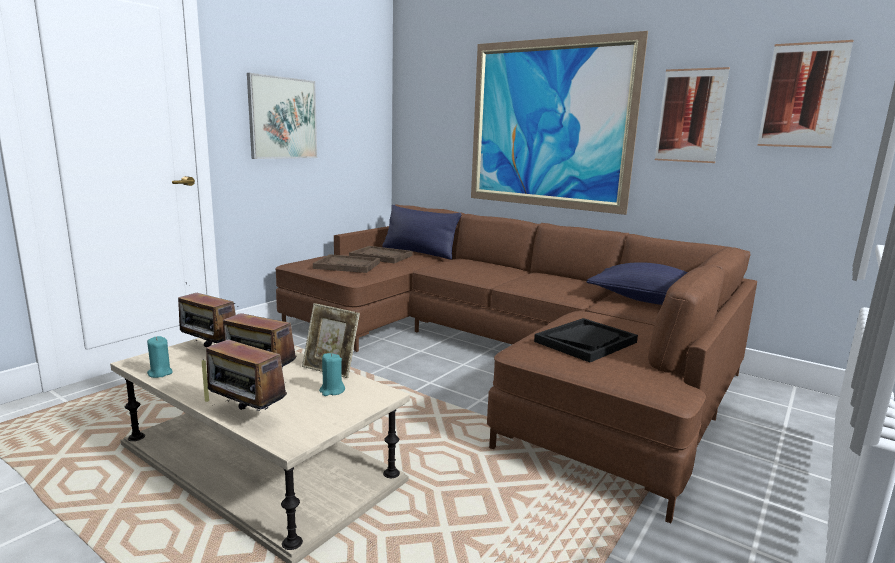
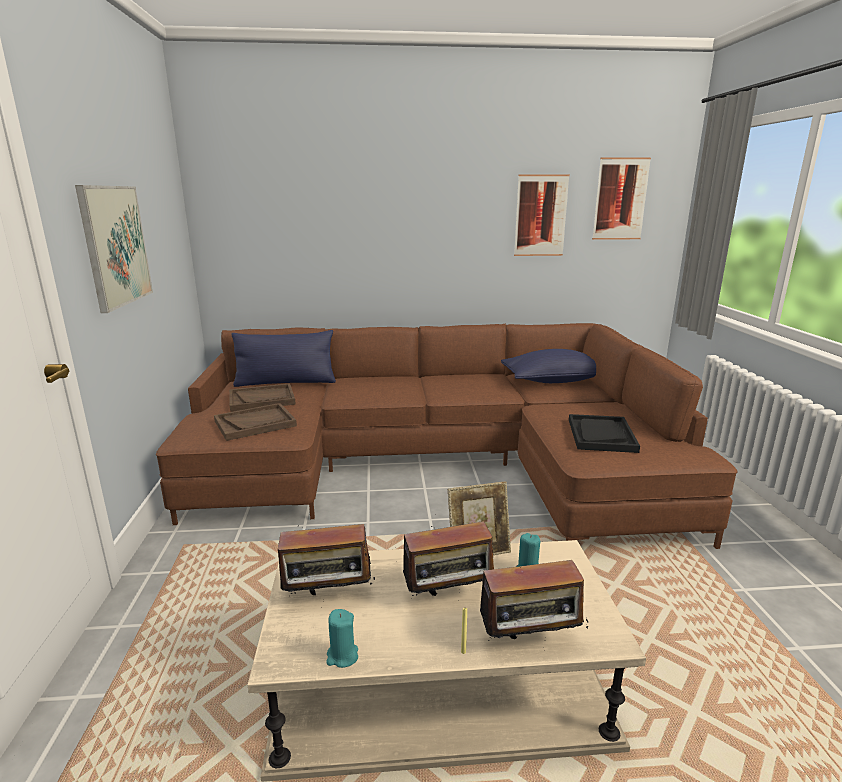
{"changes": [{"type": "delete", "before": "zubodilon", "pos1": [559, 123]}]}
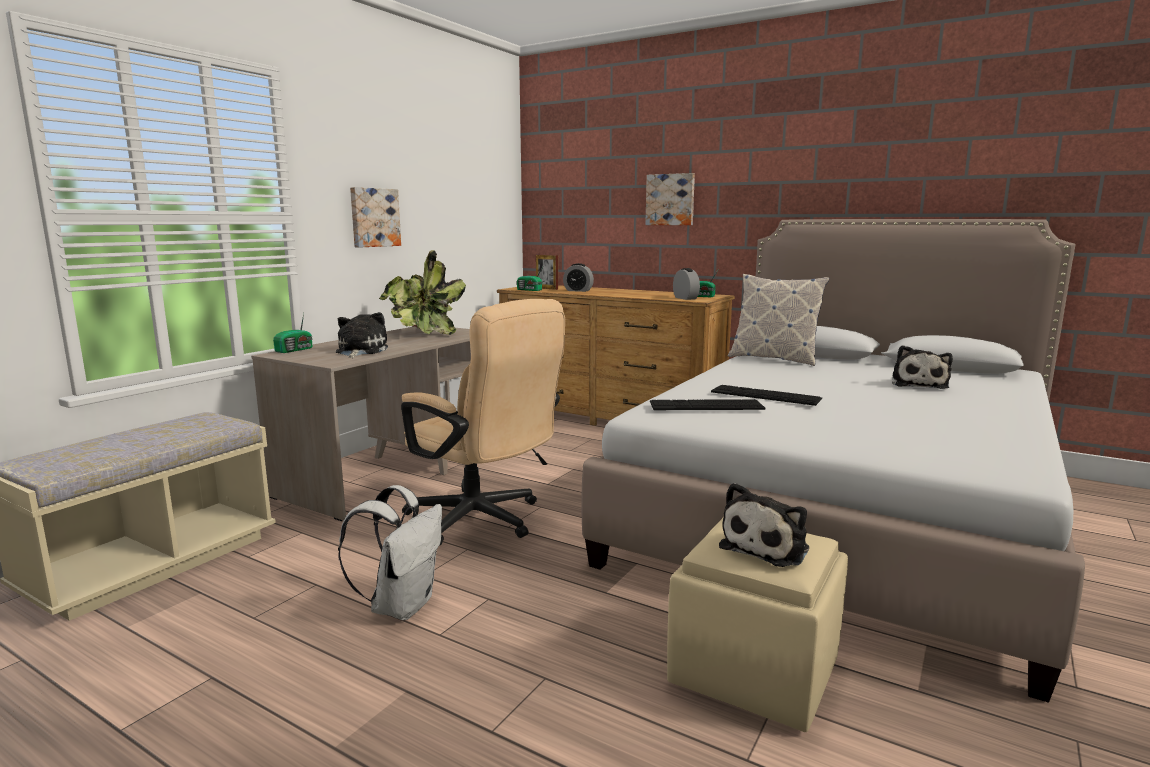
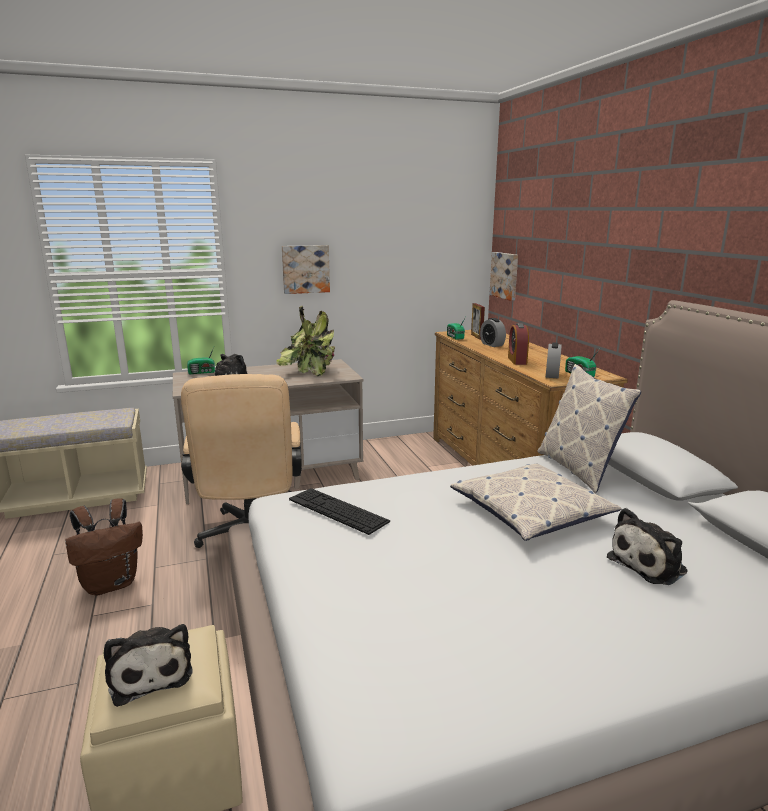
{"changes": [{"type": "recolor", "before": "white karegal", "after": "brown karegal", "pos1": [390, 552], "pos2": [104, 547]}, {"type": "rotate", "before": "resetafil", "pos1": [764, 525], "pos2": [148, 665], "turn": -105}, {"type": "insert", "after": "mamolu", "pos2": [536, 502]}, {"type": "move", "before": "zubodilon", "pos1": [670, 199], "pos2": [504, 276]}, {"type": "insert", "after": "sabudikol", "pos2": [518, 344]}, {"type": "delete", "before": "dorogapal", "pos1": [766, 395]}]}
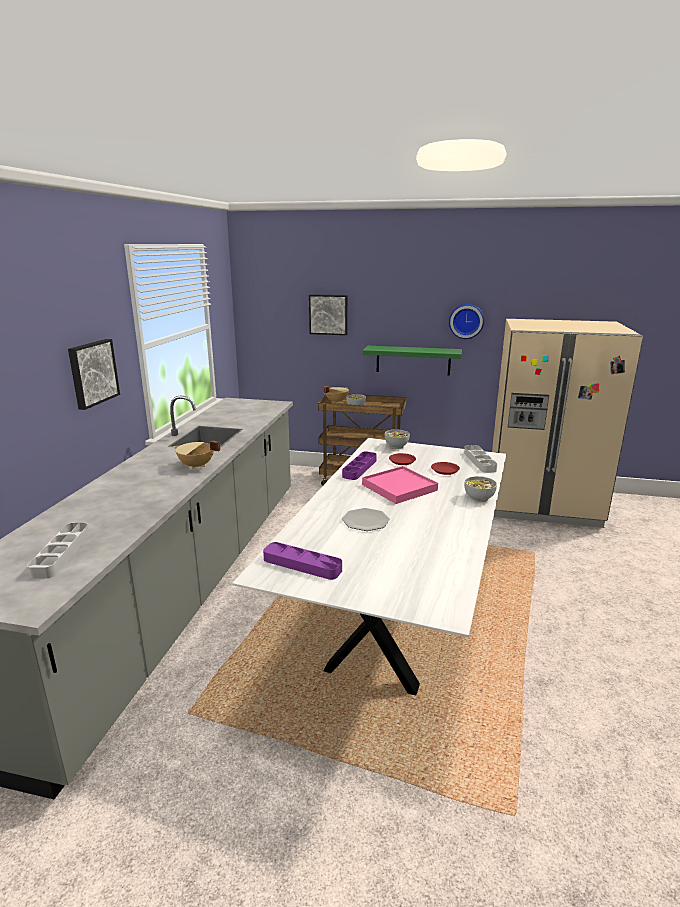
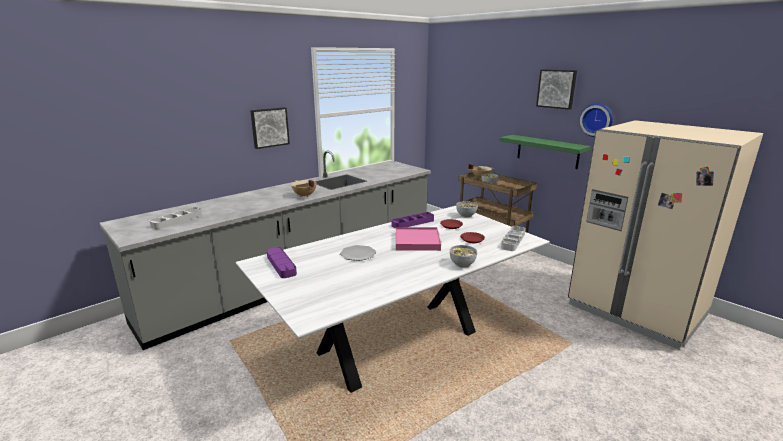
{"changes": [{"type": "move", "before": "zubodilon", "pos1": [328, 314], "pos2": [556, 89]}]}
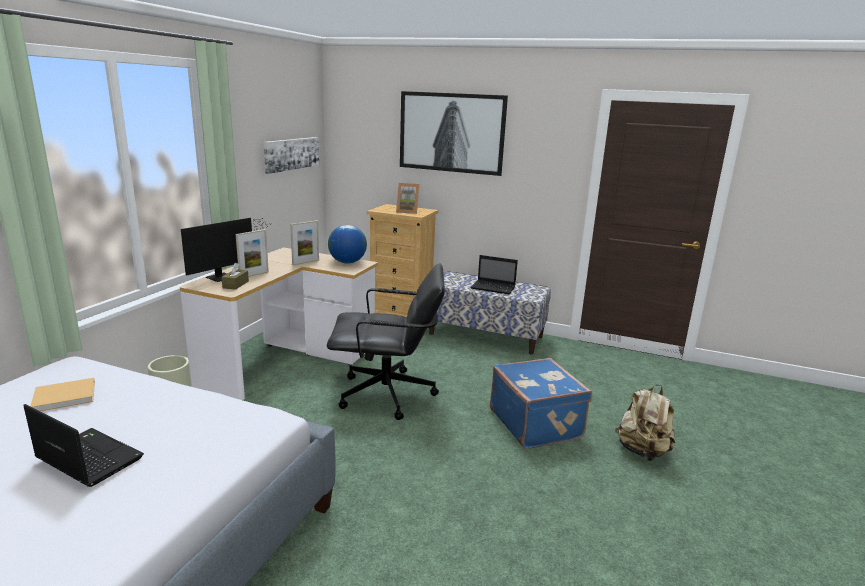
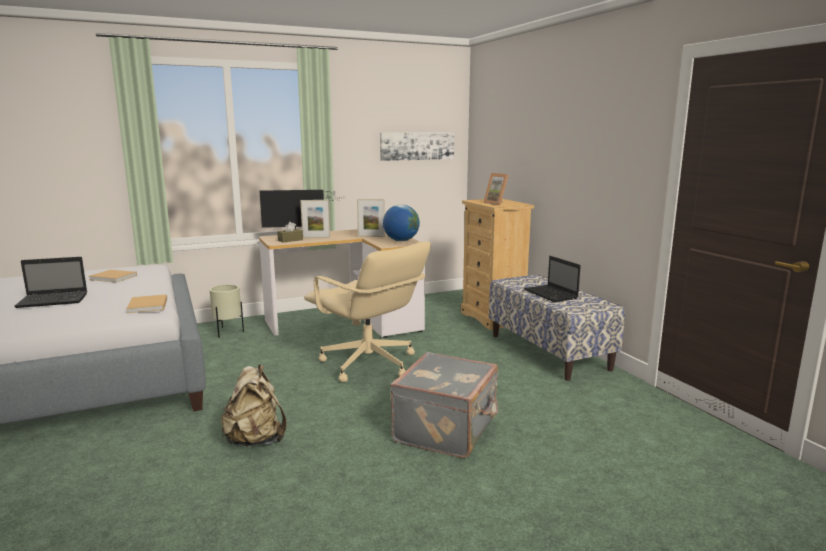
{"changes": [{"type": "rotate", "before": "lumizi", "pos1": [83, 445], "pos2": [51, 282], "turn": 90}, {"type": "insert", "after": "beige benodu", "pos2": [146, 303]}, {"type": "move", "before": "beige karegal", "pos1": [645, 422], "pos2": [253, 405]}, {"type": "recolor", "before": "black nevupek", "after": "beige nevupek", "pos1": [386, 341], "pos2": [367, 312]}, {"type": "recolor", "before": "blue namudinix", "after": "grey namudinix", "pos1": [541, 403], "pos2": [444, 405]}, {"type": "delete", "before": "zubodilon", "pos1": [454, 133]}]}
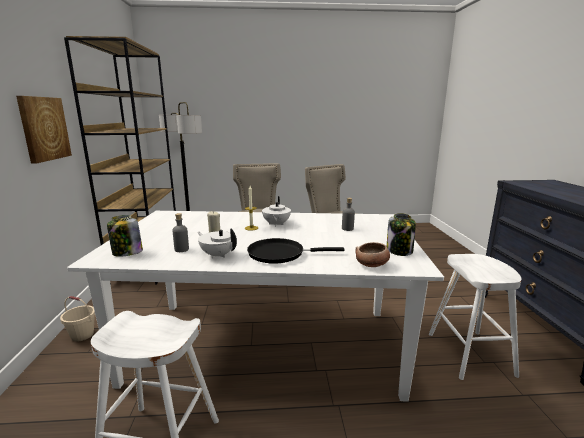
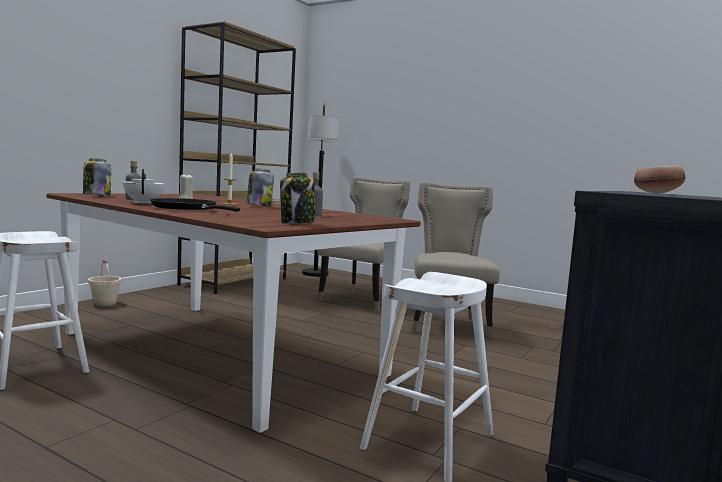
{"changes": [{"type": "recolor", "before": "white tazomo", "after": "brown tazomo", "pos1": [255, 306], "pos2": [234, 313]}, {"type": "replace", "before": "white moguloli", "after": "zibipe", "pos1": [276, 211], "pos2": [260, 187]}, {"type": "move", "before": "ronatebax", "pos1": [372, 254], "pos2": [660, 179]}, {"type": "delete", "before": "zubodilon", "pos1": [44, 130]}]}
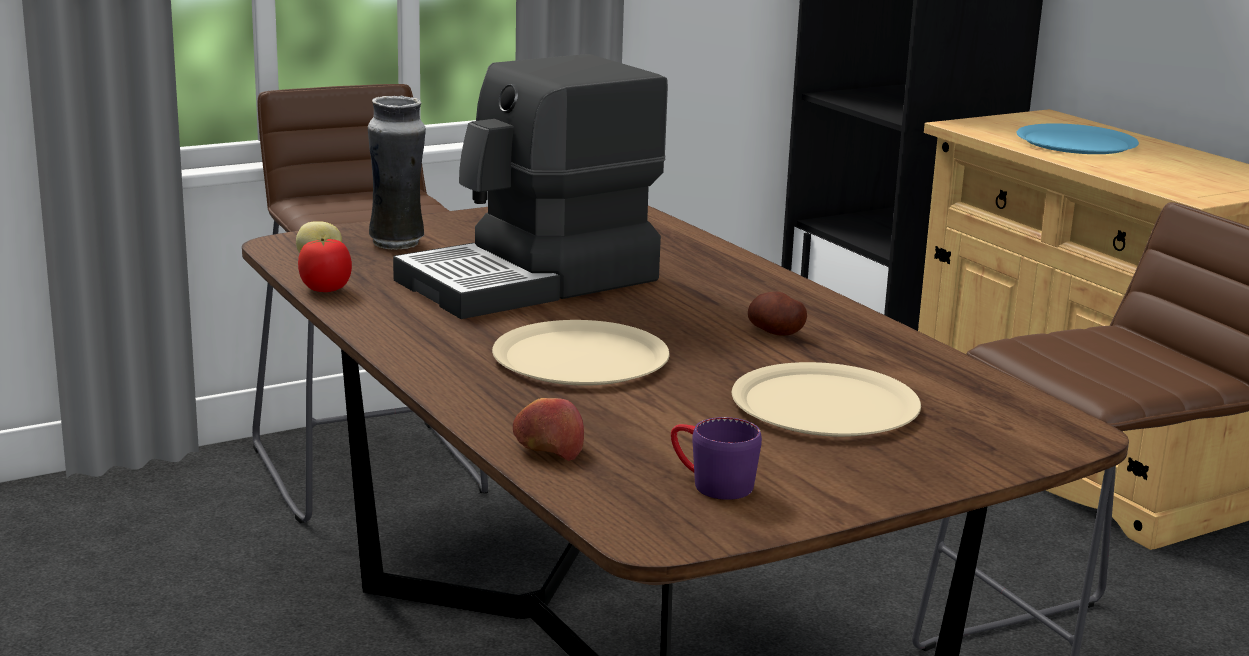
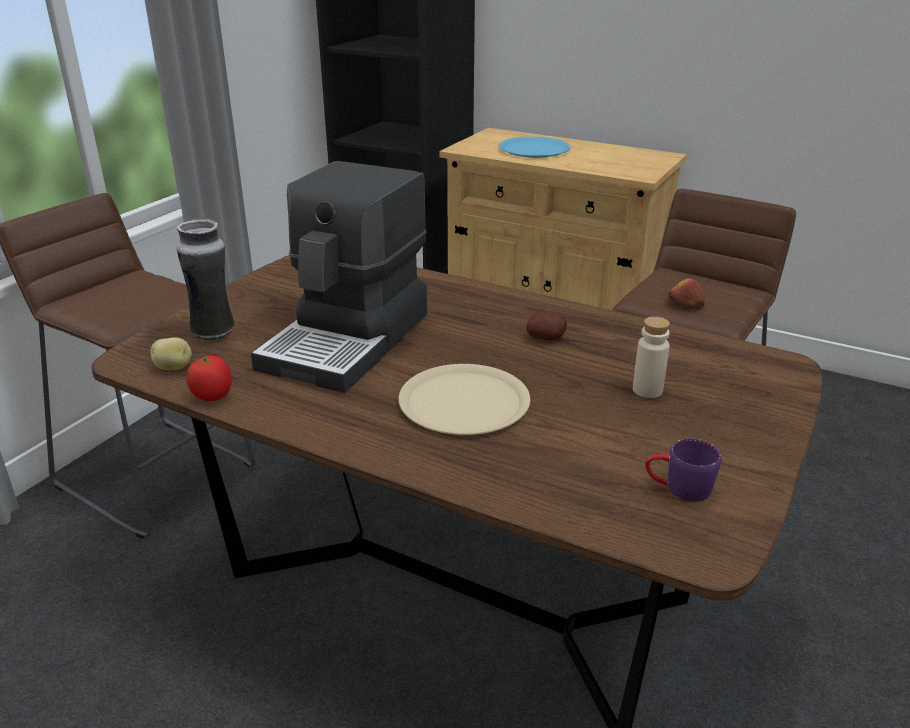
{"changes": [{"type": "replace", "before": "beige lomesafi", "after": "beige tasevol", "pos1": [826, 399], "pos2": [651, 357]}, {"type": "move", "before": "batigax", "pos1": [548, 429], "pos2": [686, 292]}]}
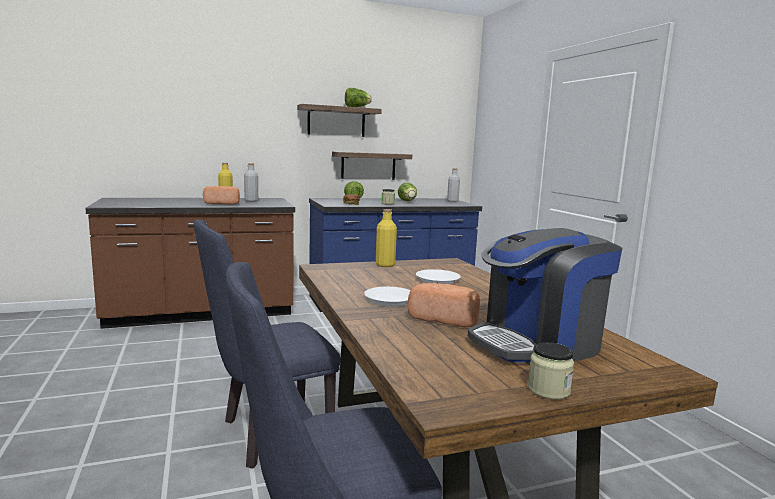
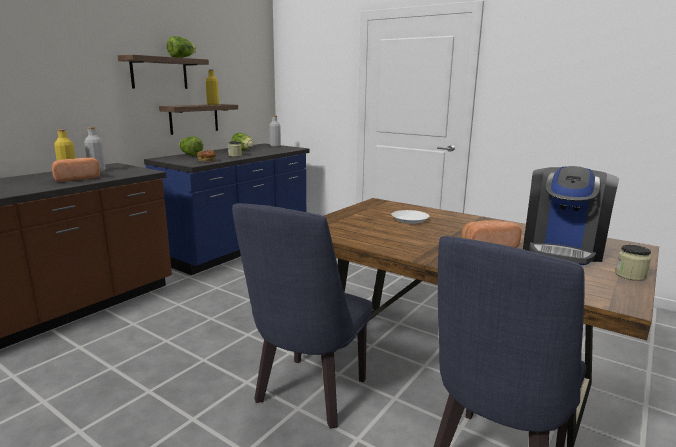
{"changes": [{"type": "move", "before": "yellow tasevol", "pos1": [386, 238], "pos2": [212, 87]}, {"type": "delete", "before": "white lomesafi", "pos1": [387, 296]}]}
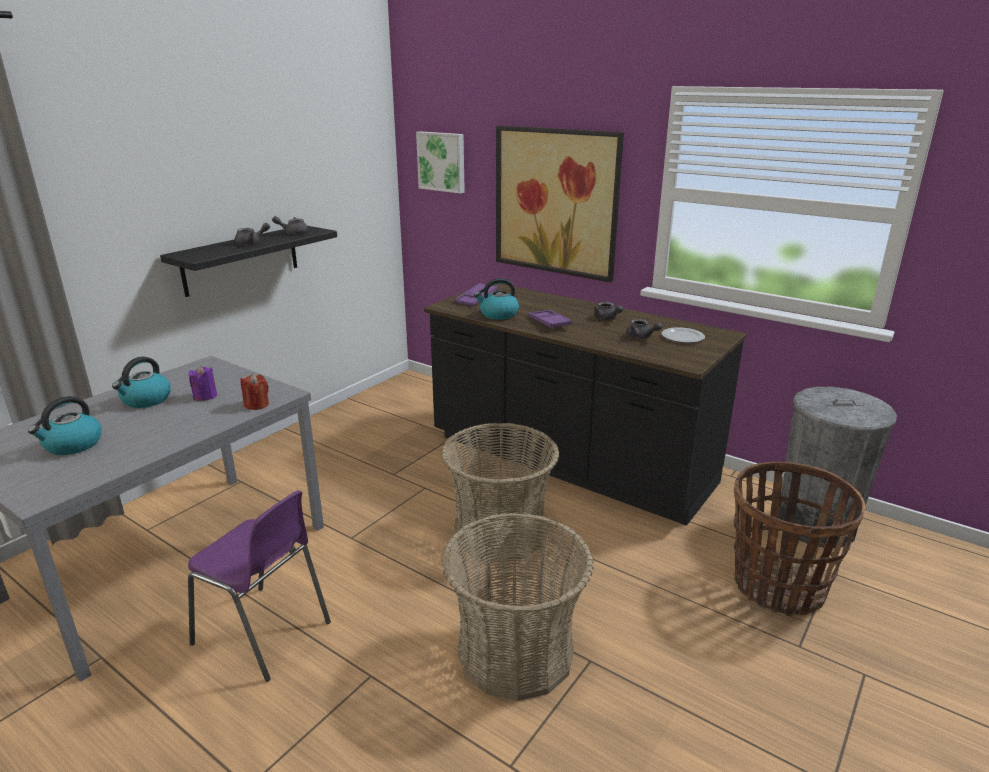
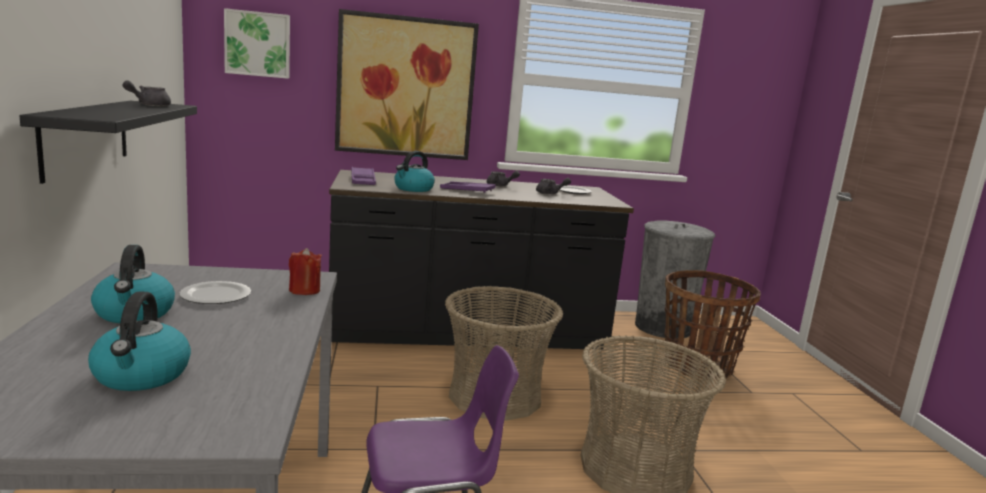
{"changes": [{"type": "replace", "before": "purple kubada", "after": "lomesafi", "pos1": [203, 383], "pos2": [215, 292]}, {"type": "delete", "before": "grey moguloli", "pos1": [252, 234]}]}
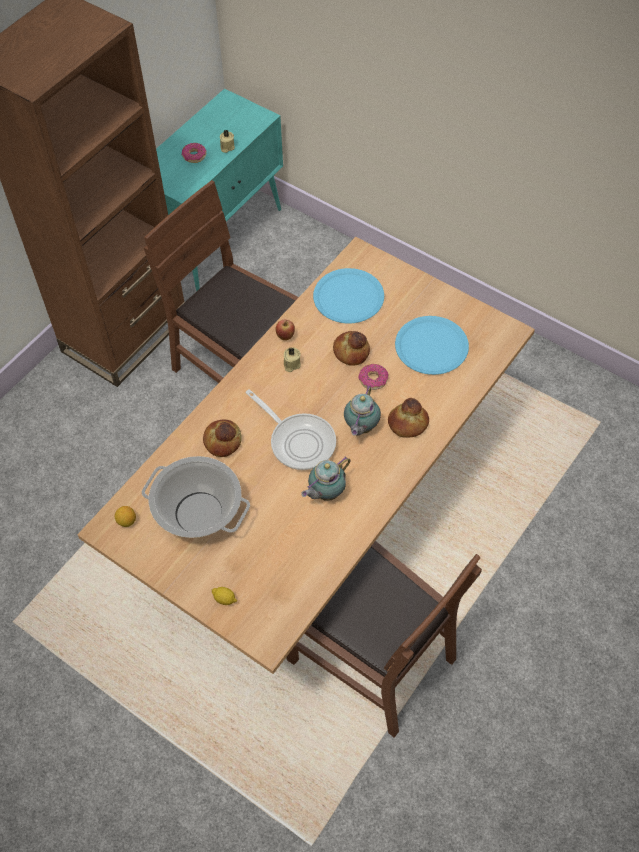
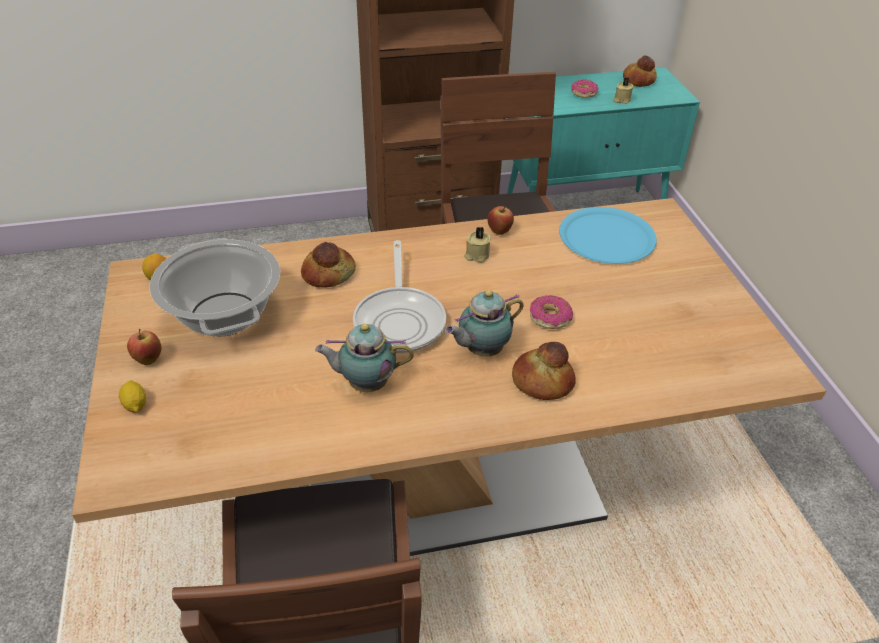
{"changes": [{"type": "insert", "after": "batigax", "pos2": [144, 347]}, {"type": "move", "before": "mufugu", "pos1": [351, 348], "pos2": [640, 71]}, {"type": "delete", "before": "blue lomesafi", "pos1": [432, 345]}]}
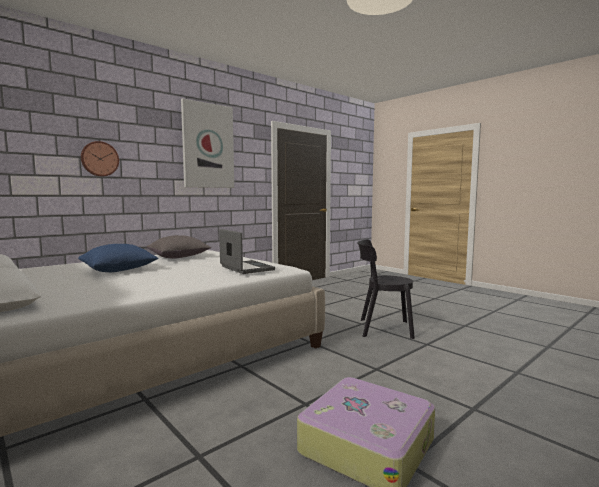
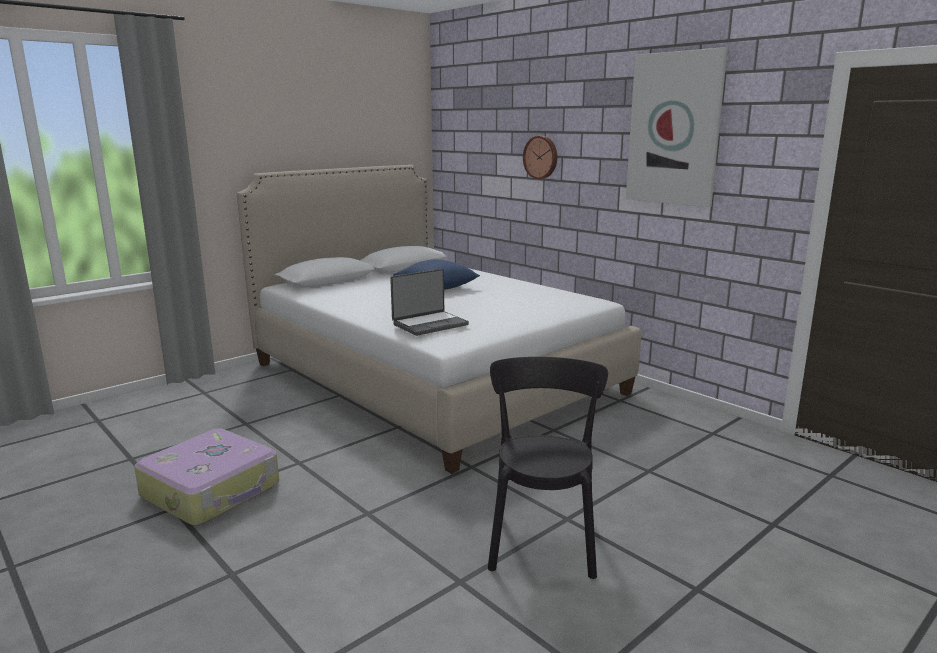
{"changes": [{"type": "delete", "before": "grey mamolu", "pos1": [179, 247]}]}
